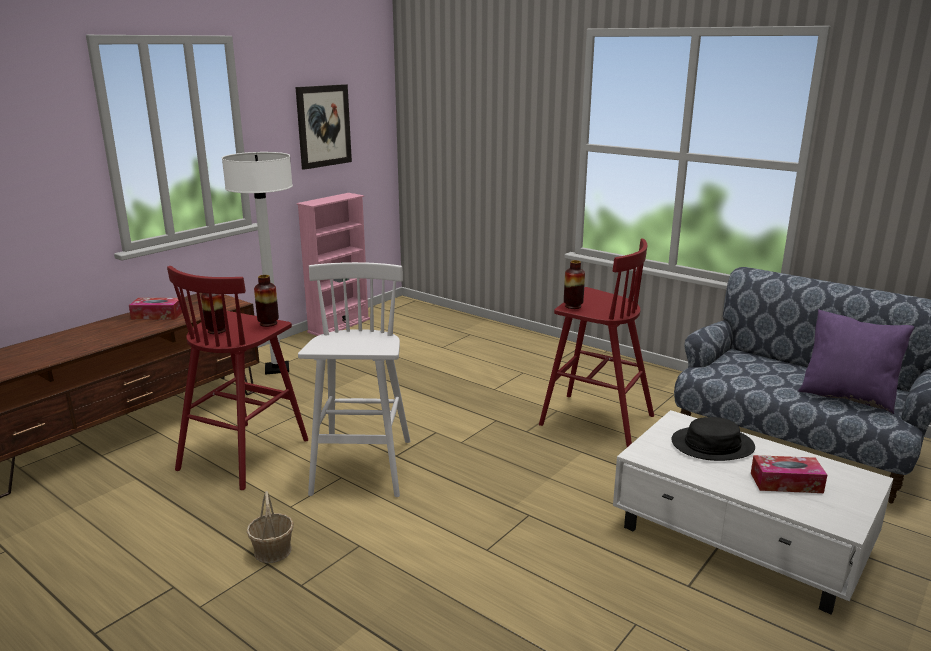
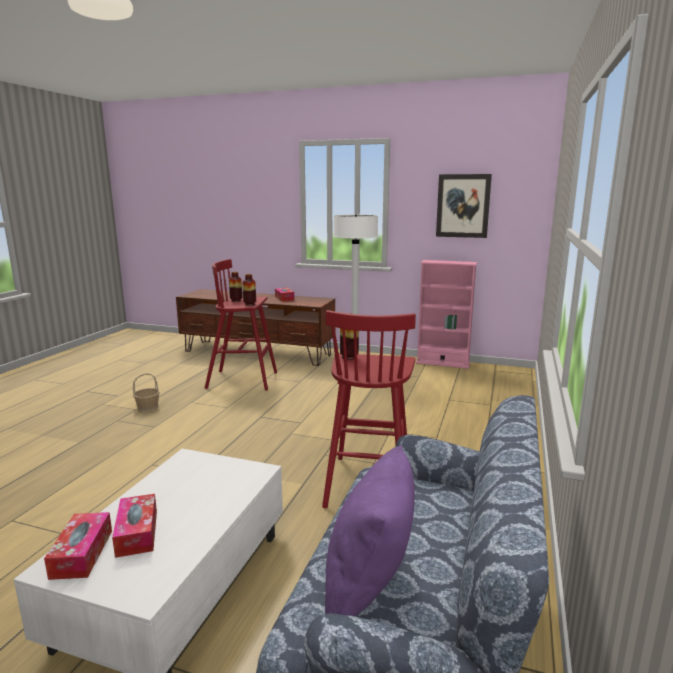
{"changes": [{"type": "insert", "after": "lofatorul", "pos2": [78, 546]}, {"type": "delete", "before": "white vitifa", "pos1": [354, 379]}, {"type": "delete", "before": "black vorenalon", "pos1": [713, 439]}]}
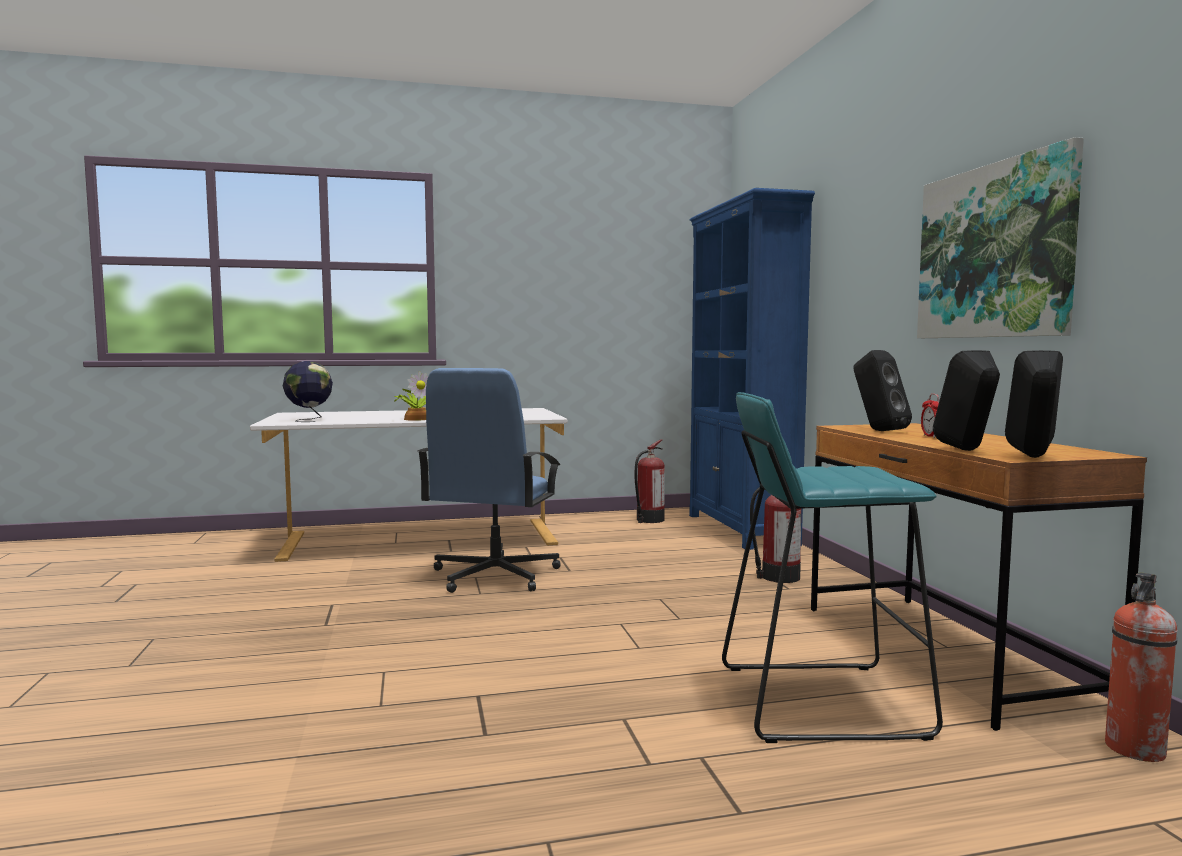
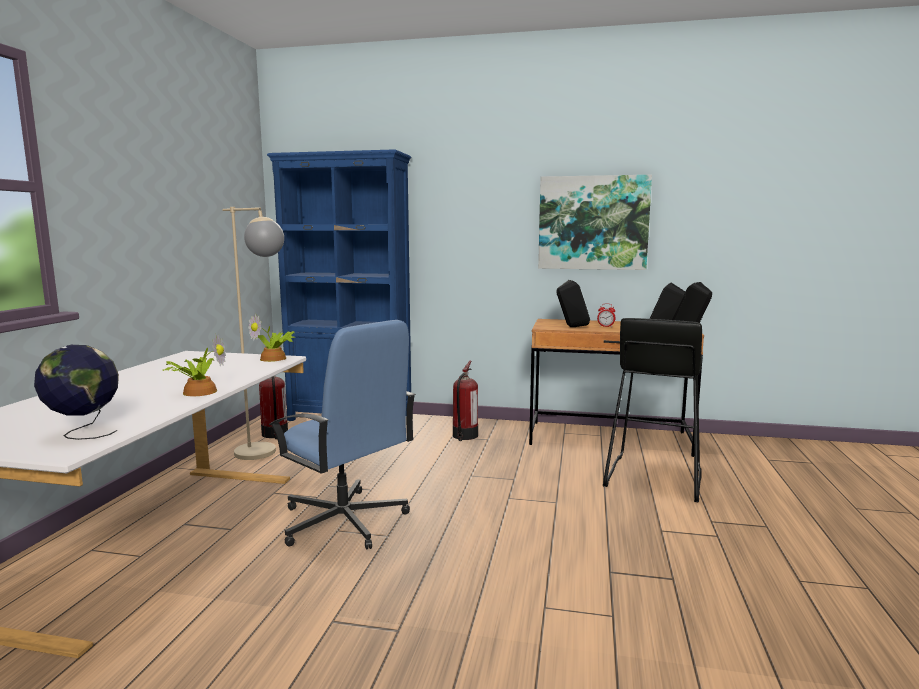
{"changes": [{"type": "insert", "after": "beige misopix", "pos2": [253, 333]}, {"type": "insert", "after": "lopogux", "pos2": [271, 337]}, {"type": "recolor", "before": "turquoise vitifa", "after": "black vitifa", "pos1": [832, 567], "pos2": [653, 410]}, {"type": "delete", "before": "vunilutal", "pos1": [1141, 667]}]}
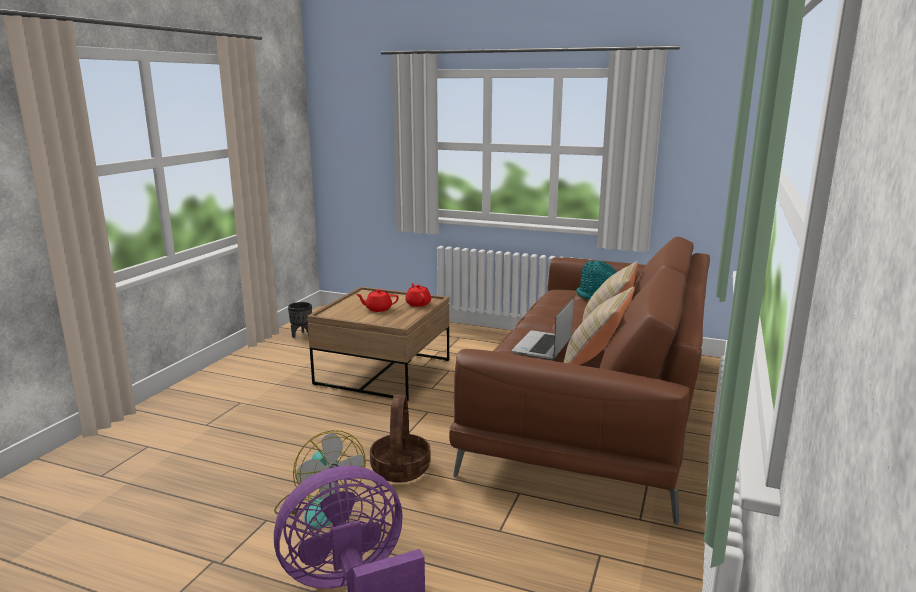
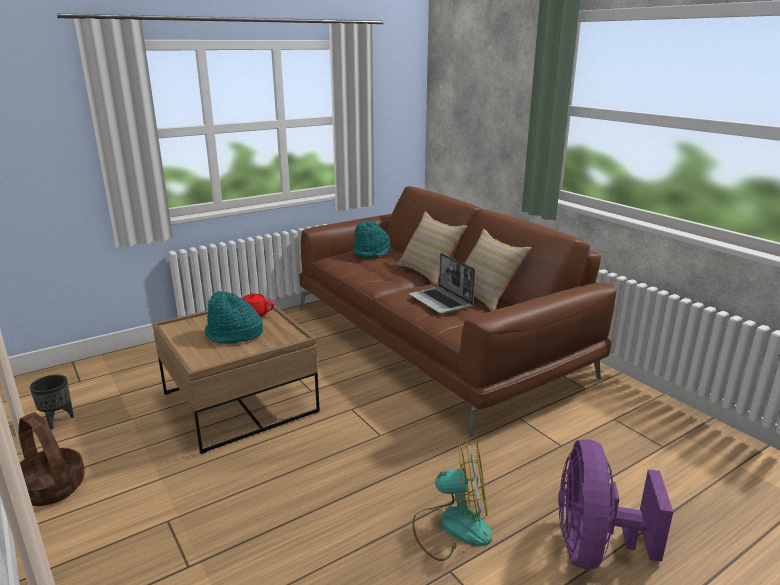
{"changes": [{"type": "move", "before": "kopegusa", "pos1": [400, 439], "pos2": [51, 459]}, {"type": "replace", "before": "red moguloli", "after": "turquoise vorenalon", "pos1": [377, 300], "pos2": [234, 317]}]}
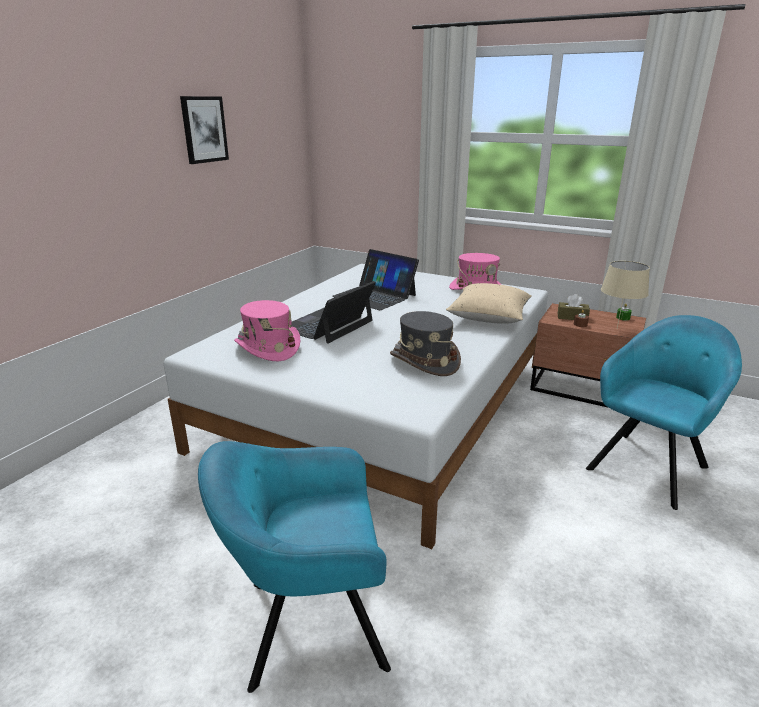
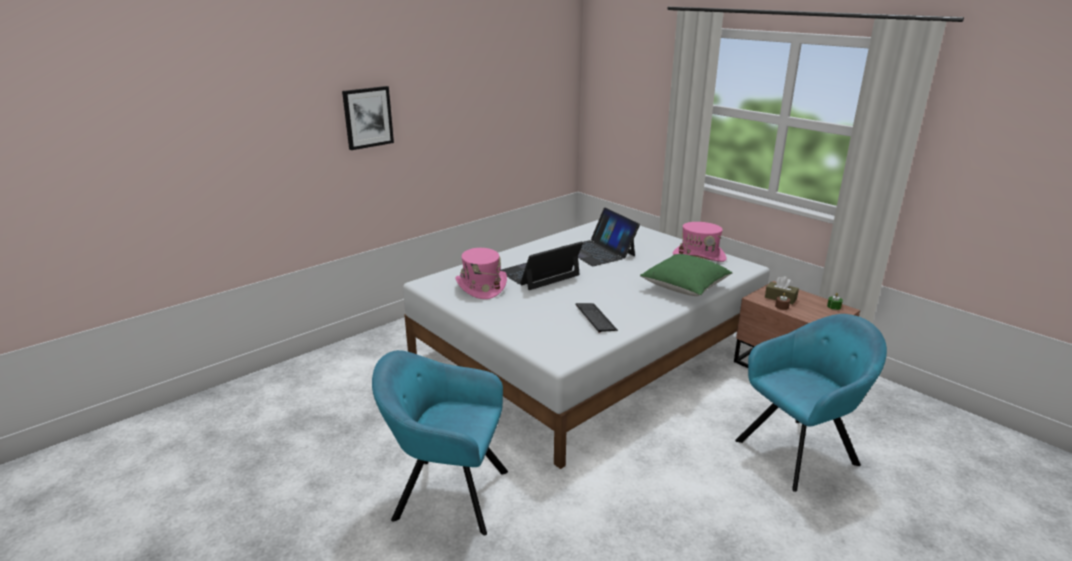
{"changes": [{"type": "move", "before": "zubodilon", "pos1": [204, 130], "pos2": [368, 118]}, {"type": "replace", "before": "grey vorenalon", "after": "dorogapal", "pos1": [425, 343], "pos2": [596, 318]}, {"type": "recolor", "before": "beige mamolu", "after": "green mamolu", "pos1": [489, 303], "pos2": [686, 275]}, {"type": "delete", "before": "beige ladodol", "pos1": [625, 294]}]}
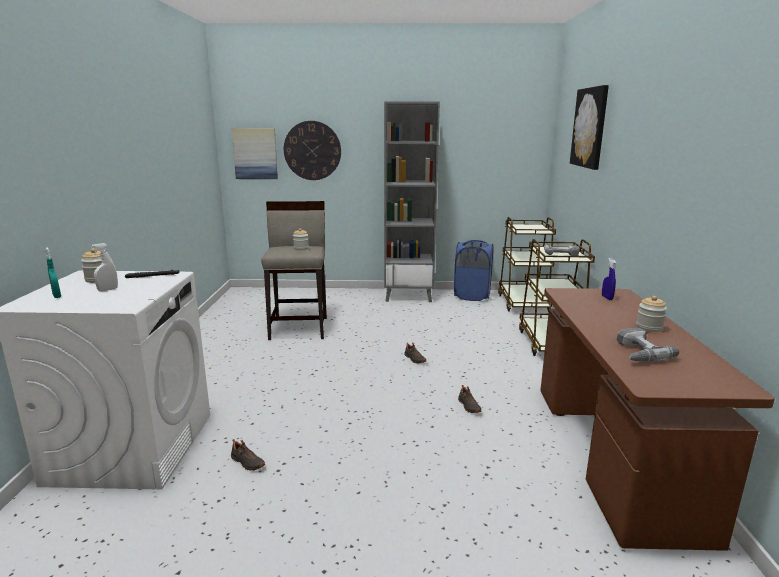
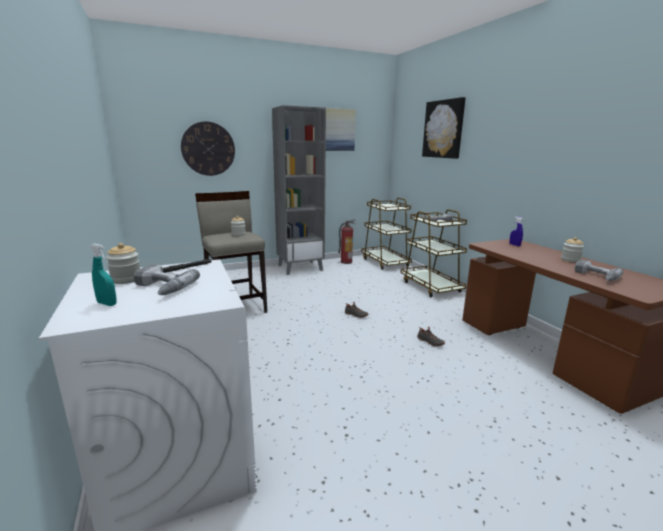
{"changes": [{"type": "replace", "before": "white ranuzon", "after": "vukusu", "pos1": [104, 267], "pos2": [167, 279]}, {"type": "move", "before": "zubodilon", "pos1": [255, 153], "pos2": [341, 129]}, {"type": "replace", "before": "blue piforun", "after": "vunilutal", "pos1": [473, 270], "pos2": [347, 241]}, {"type": "delete", "before": "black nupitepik", "pos1": [248, 455]}]}
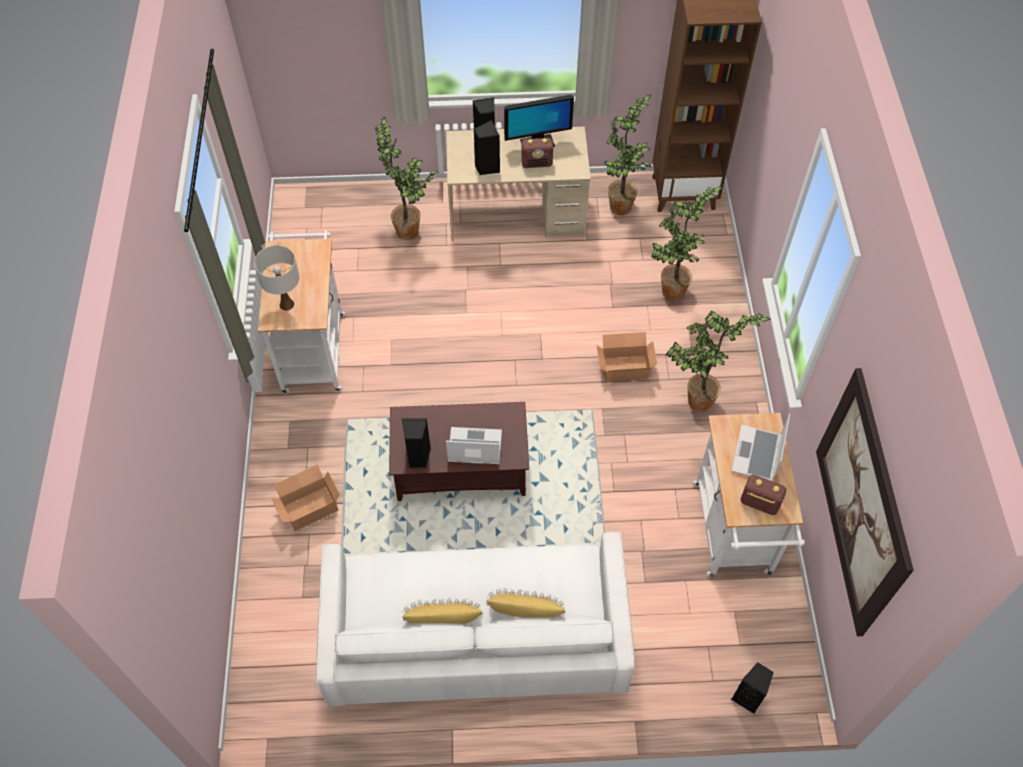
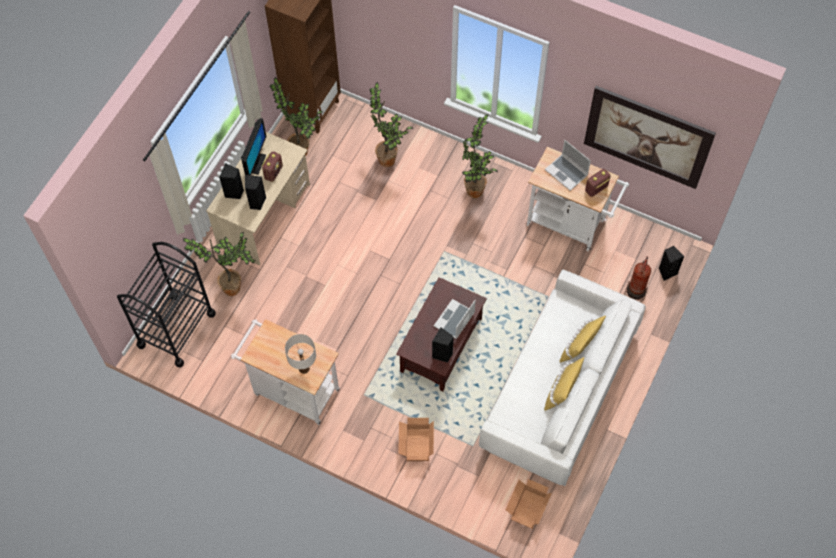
{"changes": [{"type": "insert", "after": "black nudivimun", "pos2": [166, 305]}, {"type": "move", "before": "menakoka", "pos1": [626, 357], "pos2": [529, 504]}, {"type": "insert", "after": "vunilutal", "pos2": [637, 278]}]}
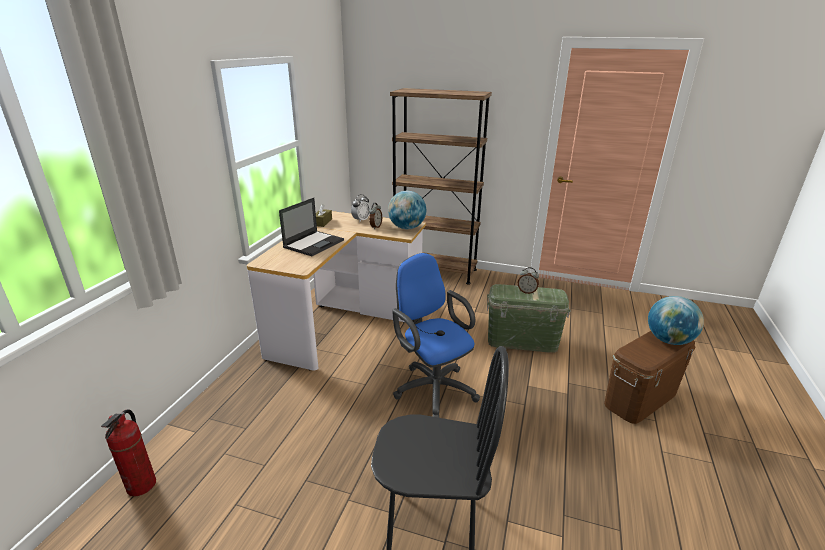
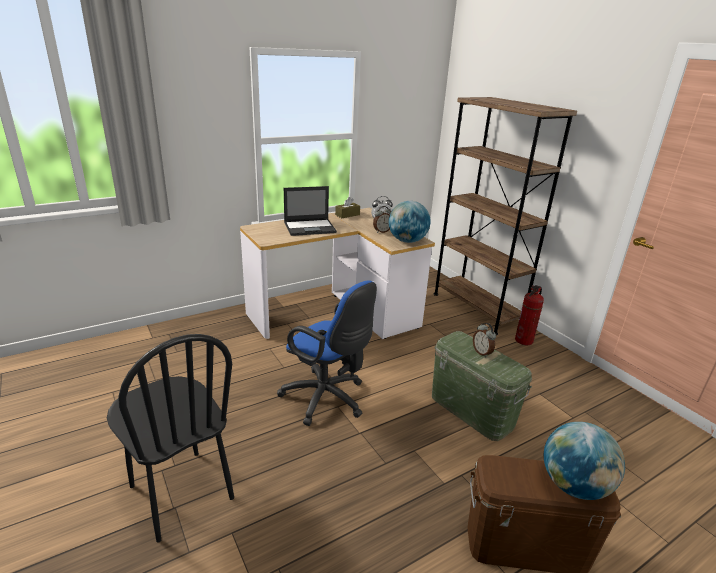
{"changes": [{"type": "rotate", "before": "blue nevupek", "pos1": [436, 335], "pos2": [327, 353], "turn": 120}, {"type": "move", "before": "vunilutal", "pos1": [128, 453], "pos2": [529, 315]}]}
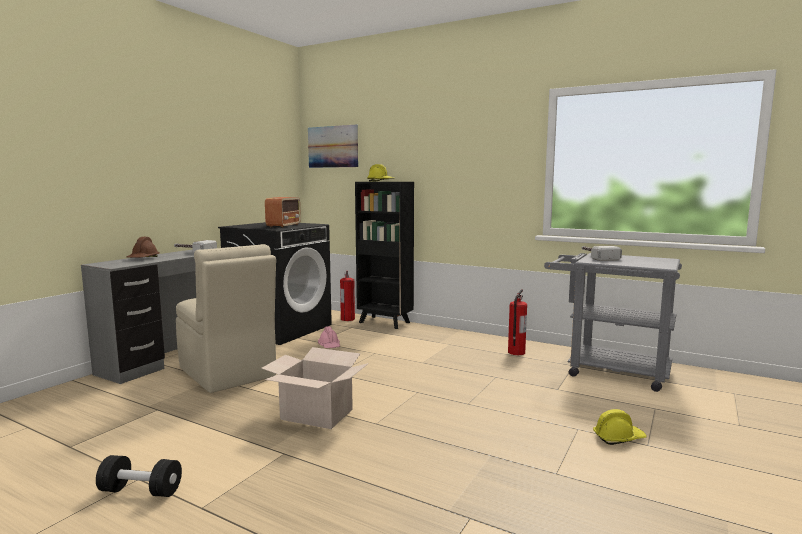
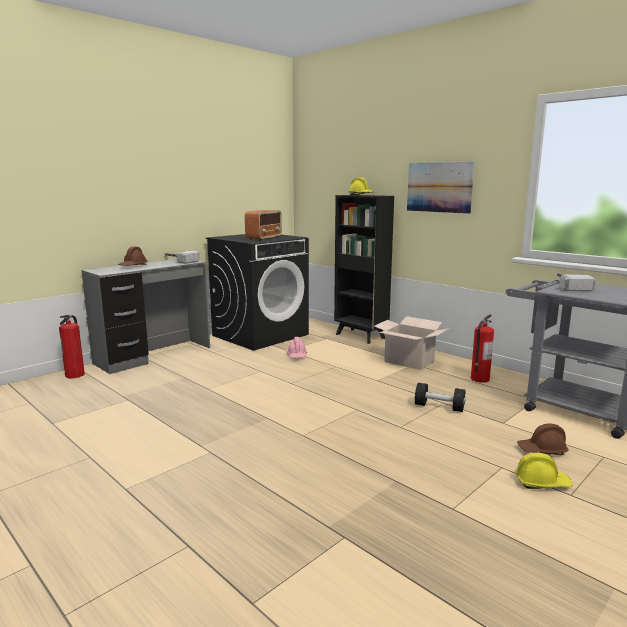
{"changes": [{"type": "move", "before": "vunilutal", "pos1": [347, 296], "pos2": [72, 346]}, {"type": "move", "before": "menakoka", "pos1": [315, 388], "pos2": [411, 343]}, {"type": "move", "before": "zubodilon", "pos1": [333, 146], "pos2": [440, 188]}, {"type": "move", "before": "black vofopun", "pos1": [139, 476], "pos2": [440, 397]}, {"type": "insert", "after": "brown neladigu", "pos2": [542, 439]}, {"type": "delete", "before": "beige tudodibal", "pos1": [226, 318]}]}
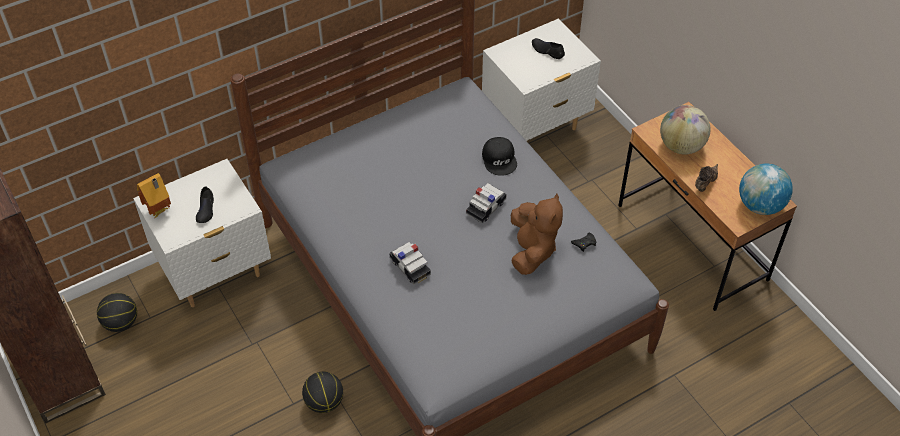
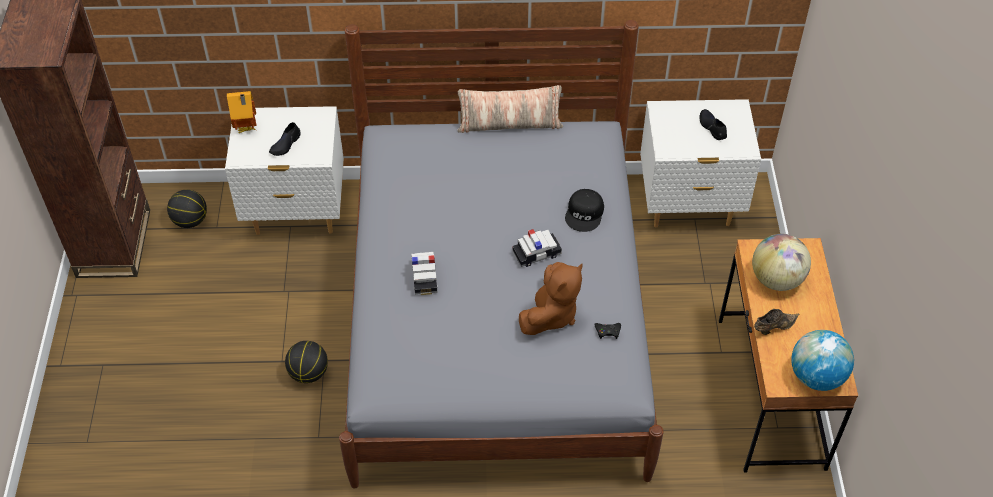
{"changes": [{"type": "insert", "after": "mamolu", "pos2": [510, 109]}]}
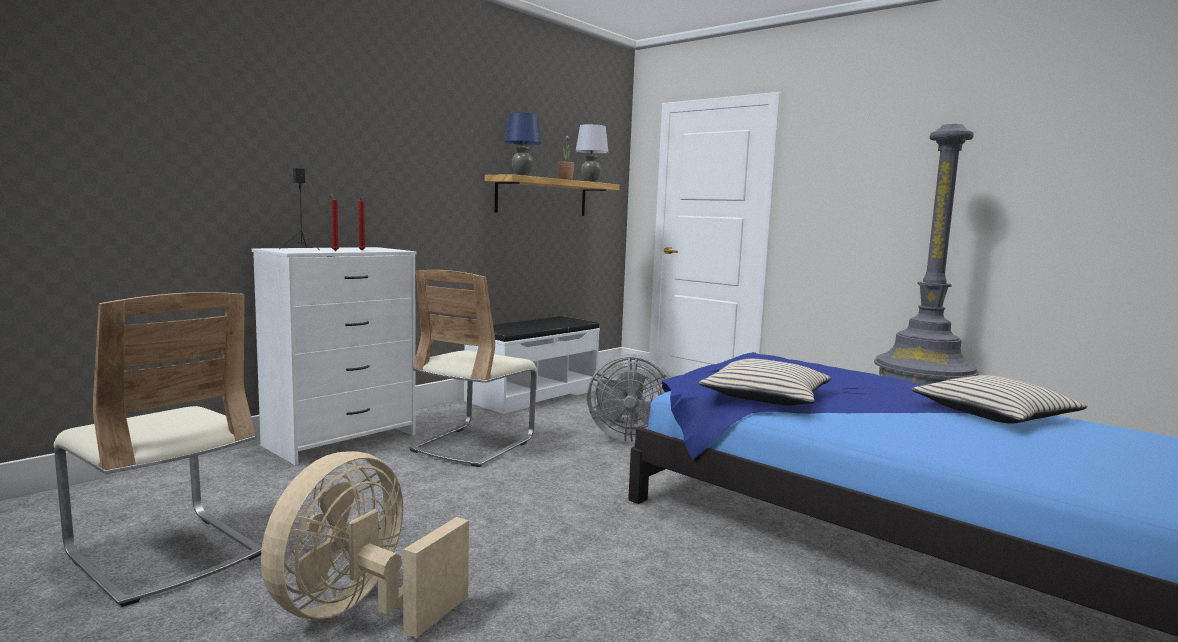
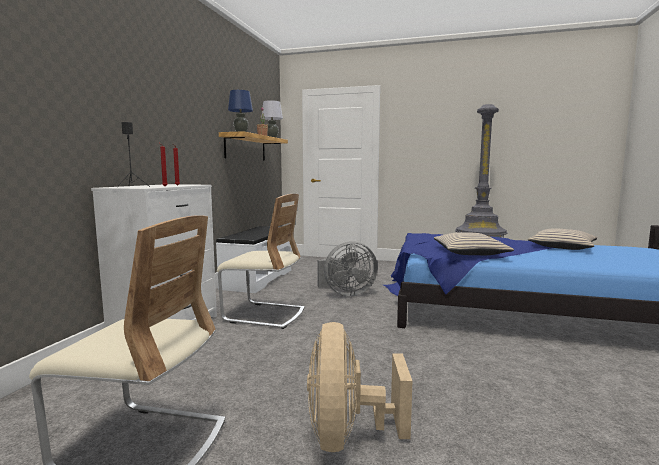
{"changes": [{"type": "rotate", "before": "beige tudodibal", "pos1": [473, 368], "pos2": [261, 261], "turn": -75}]}
